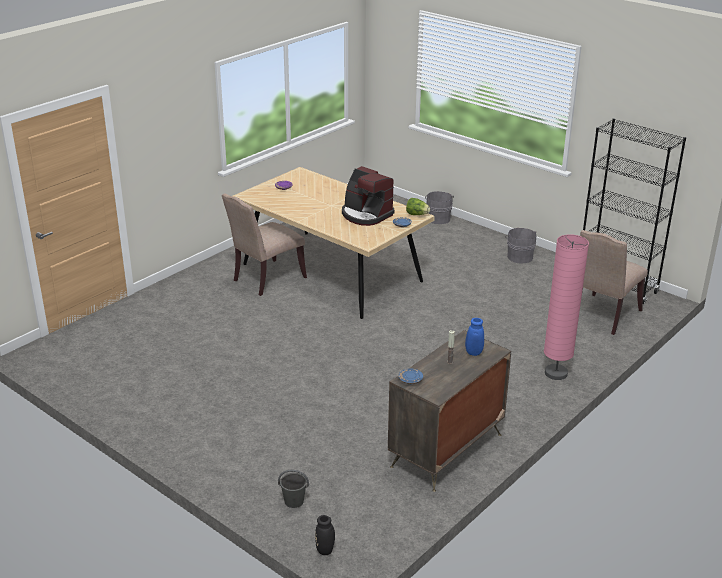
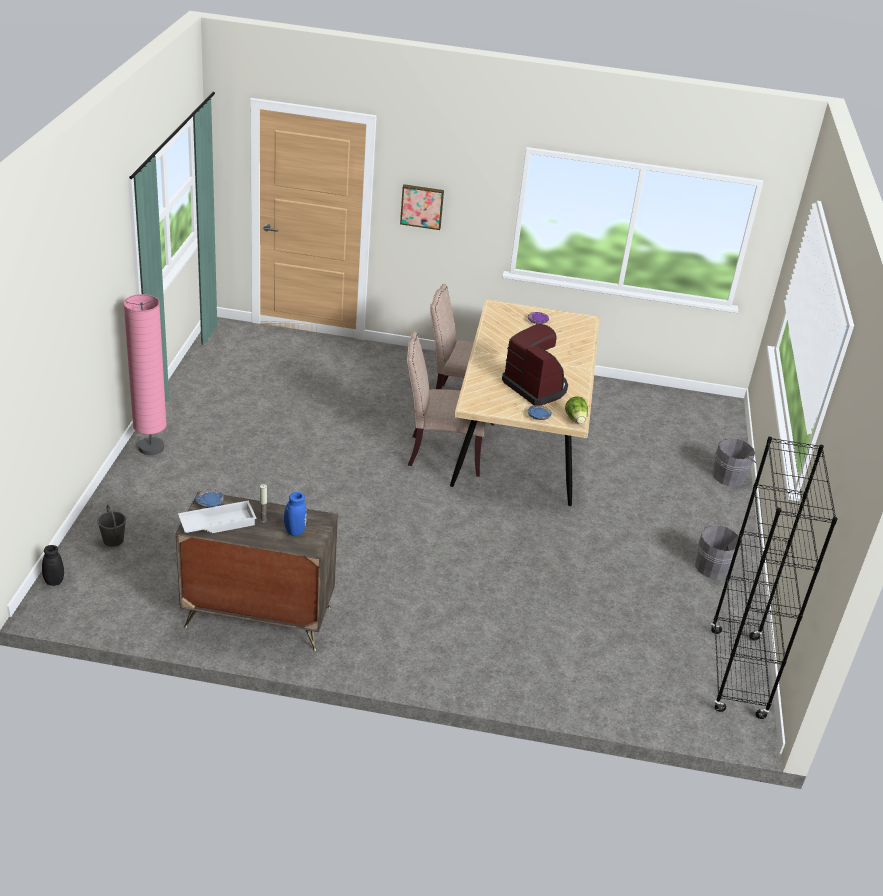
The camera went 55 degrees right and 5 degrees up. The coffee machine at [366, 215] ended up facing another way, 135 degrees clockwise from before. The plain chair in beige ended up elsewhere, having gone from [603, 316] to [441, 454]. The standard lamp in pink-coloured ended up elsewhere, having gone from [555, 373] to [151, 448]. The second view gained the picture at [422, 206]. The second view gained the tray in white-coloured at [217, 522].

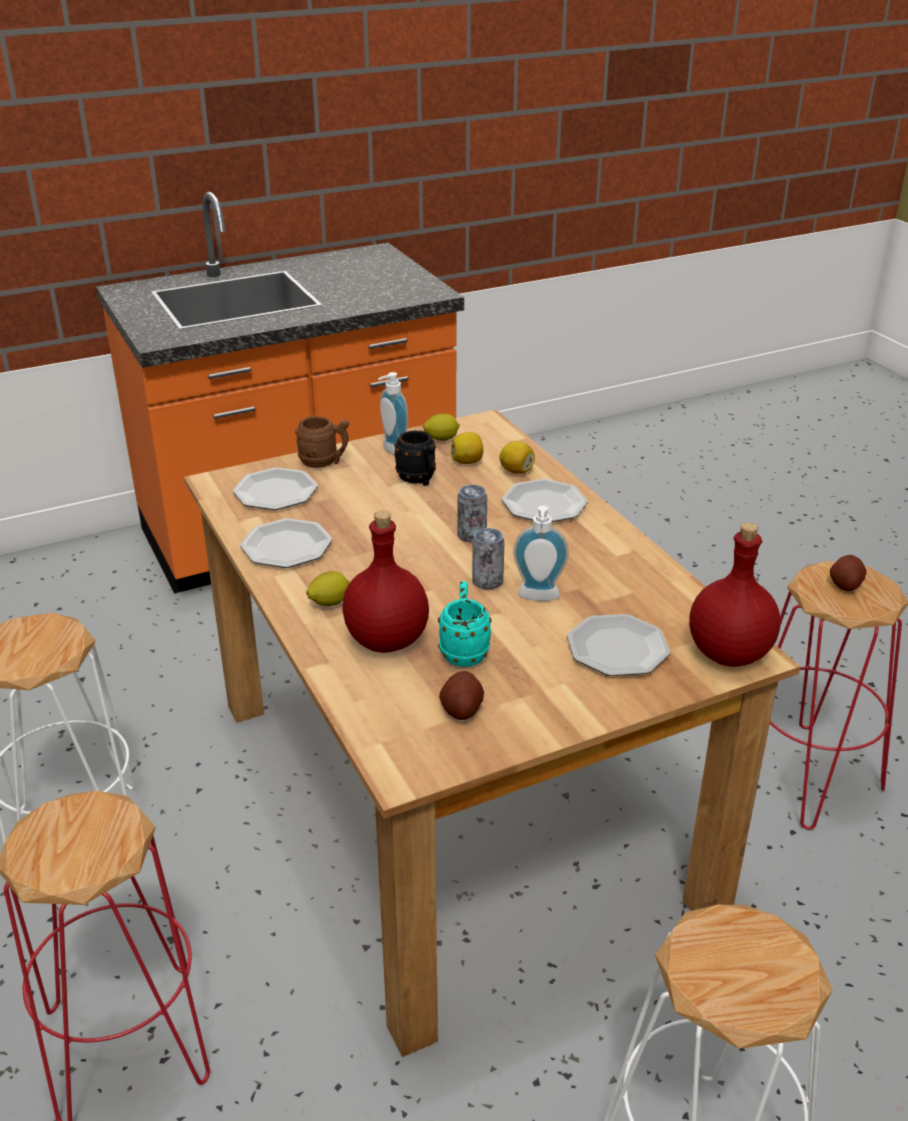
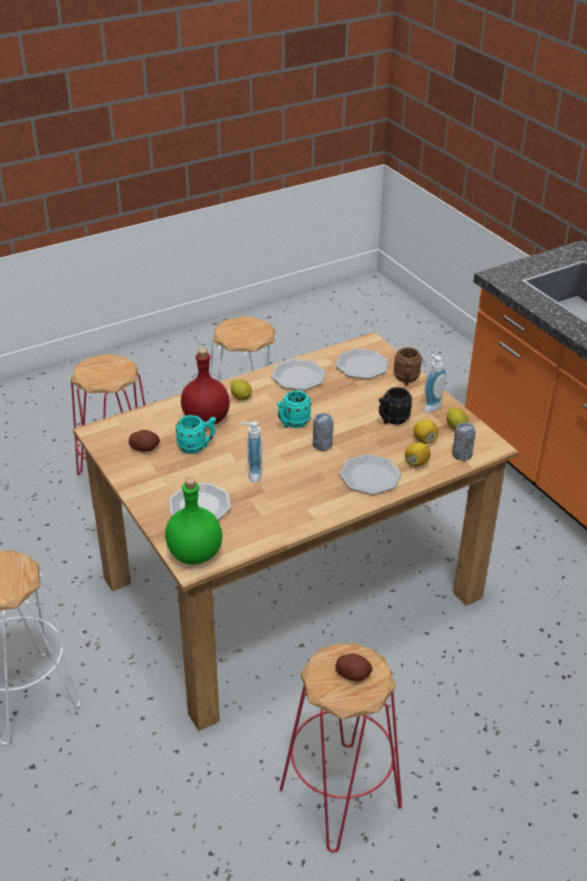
The camera went 85 degrees right and 5 degrees up. What was the drink bottle in red at [728, 653] turned into the drink bottle in green-coloured at [196, 554]. The metal can ended up elsewhere, having gone from [487, 581] to [462, 455]. The second view gained the tea mug in blue-green at [292, 424].

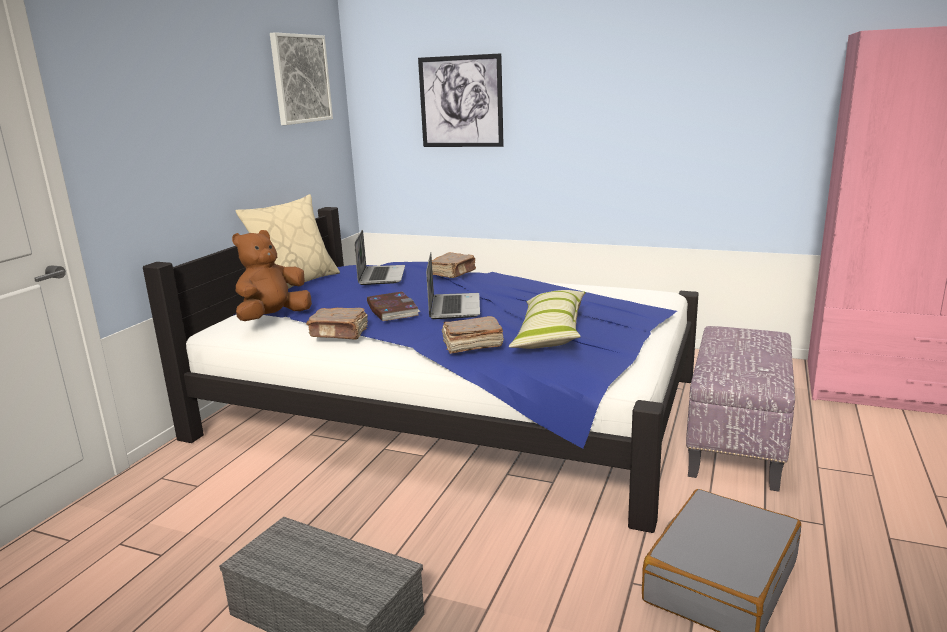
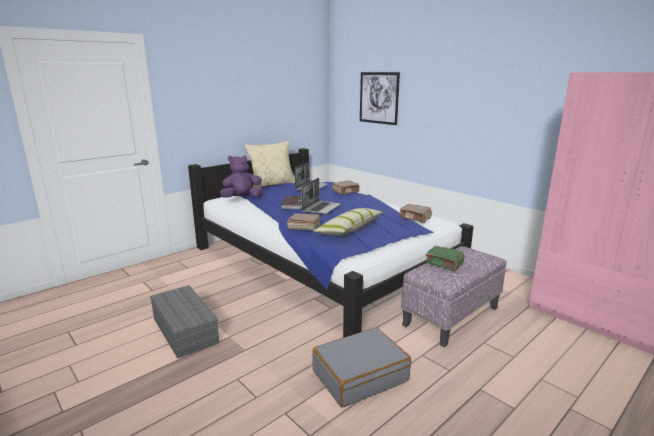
The camera went 25 degrees right and 0 degrees up. The second view lost the picture at [300, 79]. What was the plush toy in brown at [273, 318] turned into the plush toy in purplish at [242, 198]. The bound book in brown ended up elsewhere, having gone from [339, 333] to [415, 218]. The second view gained the bound book in green-coloured at [444, 264].

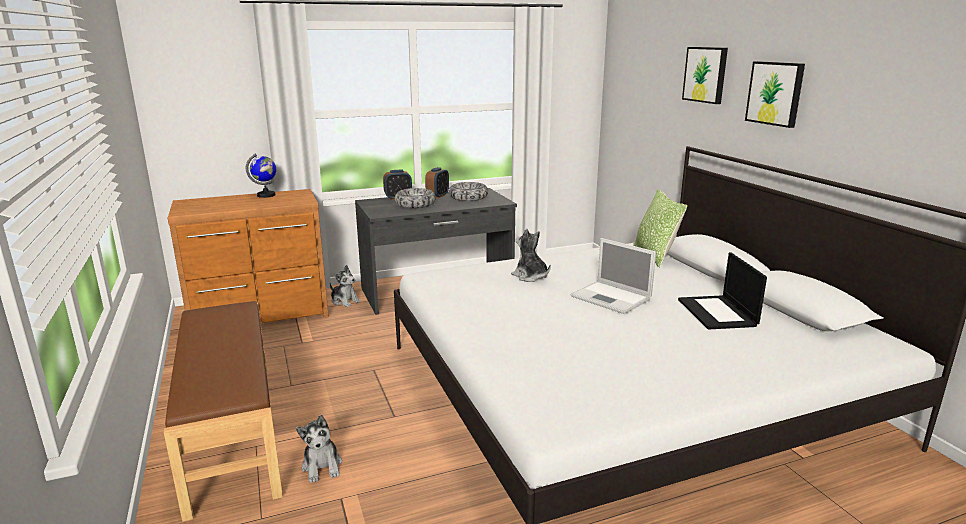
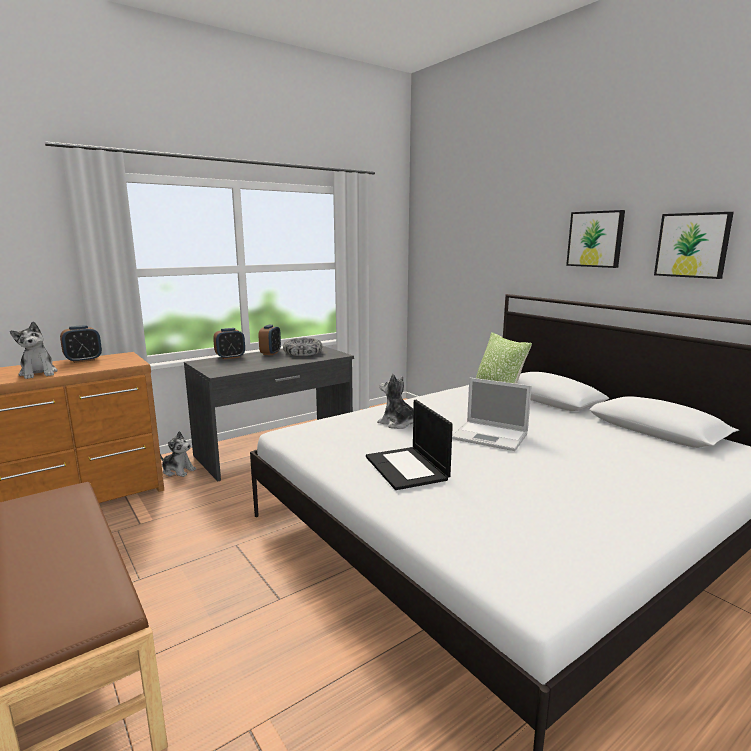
The camera went 15 degrees left and 5 degrees down. The picture ended up elsewhere, having gone from [706, 74] to [692, 245]. Where the desk globe stood at [266, 195], the alarm clock came to stand at [83, 360]. The second view lost the deep dish at [415, 204]. The notebook computer ended up elsewhere, having gone from [718, 313] to [407, 468]. The plush toy ended up elsewhere, having gone from [322, 466] to [38, 373].

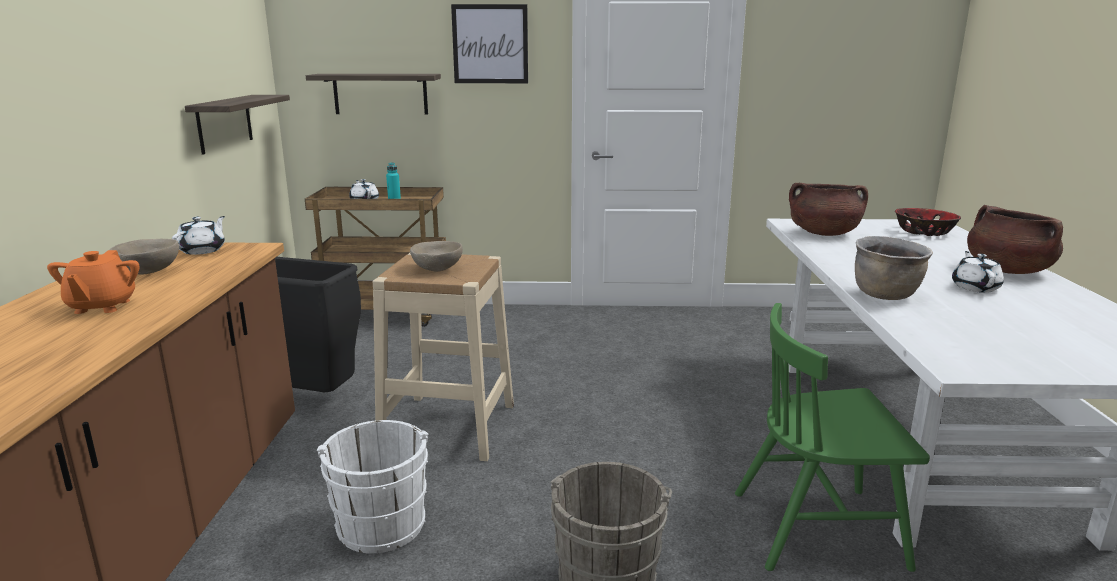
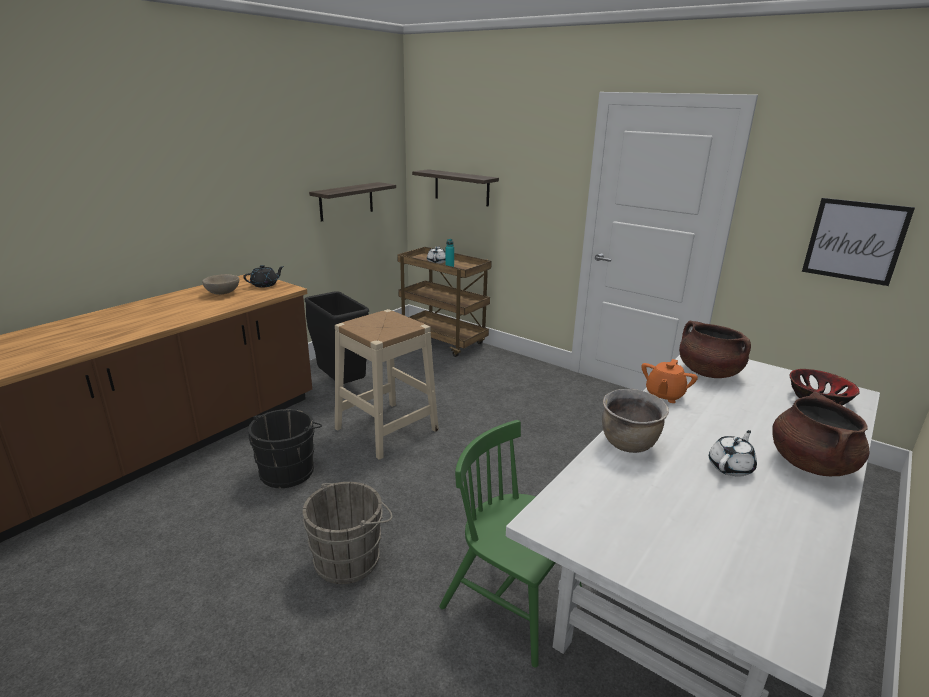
The camera went 35 degrees right and 5 degrees up. The picture ended up elsewhere, having gone from [490, 44] to [855, 241]. What was the tea pot in white-coloured at [203, 250] turned into the tea pot in blackish at [265, 285]. The second view lost the deep dish in beige at [437, 268]. The tea pot in orange-coloured ended up elsewhere, having gone from [102, 306] to [664, 395]. What was the pail in white-coloured at [381, 522] turned into the pail in blackish at [289, 470].

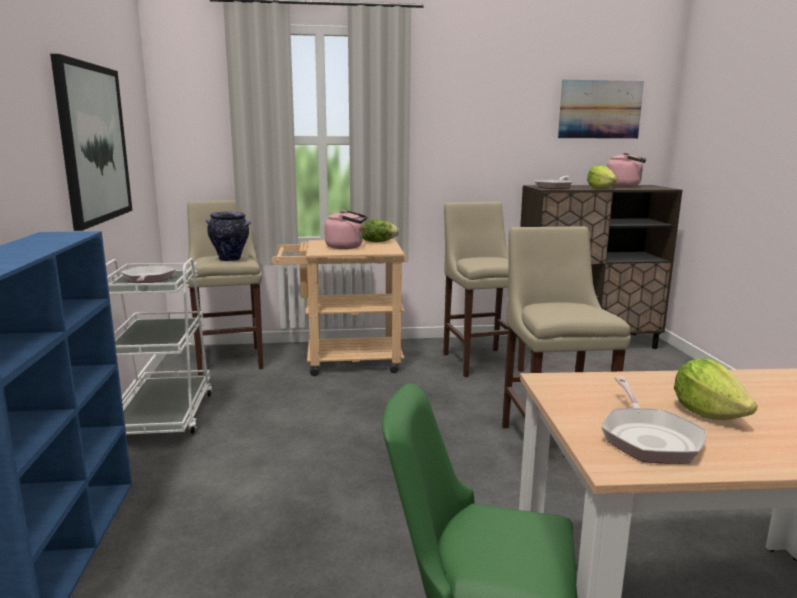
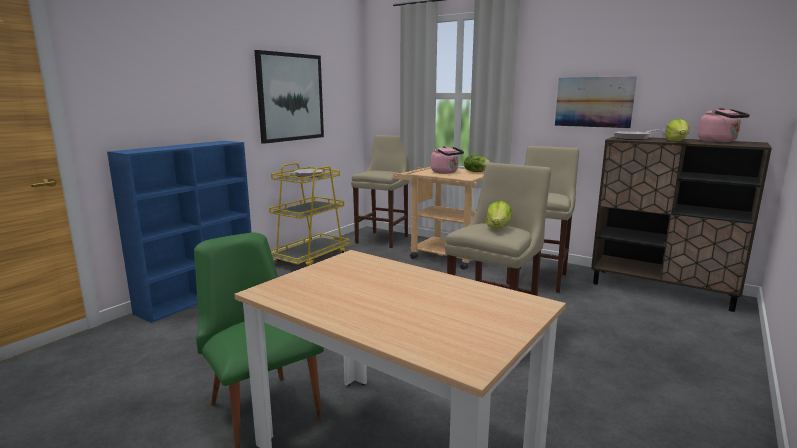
The camera went 40 degrees right and 0 degrees up. The picture ended up elsewhere, having gone from [600, 109] to [593, 102]. The second view lost the flower vase at [230, 259]. What was the trolley in white-coloured at [164, 416] turned into the trolley in yellowish at [310, 258]. The lettuce head ended up elsewhere, having gone from [707, 413] to [498, 228]. The second view lost the skillet at [648, 438].

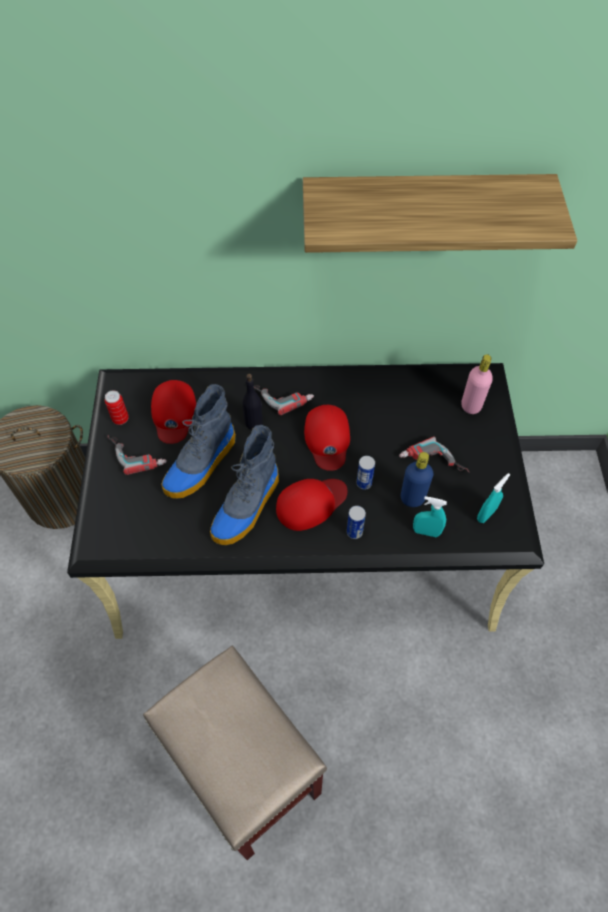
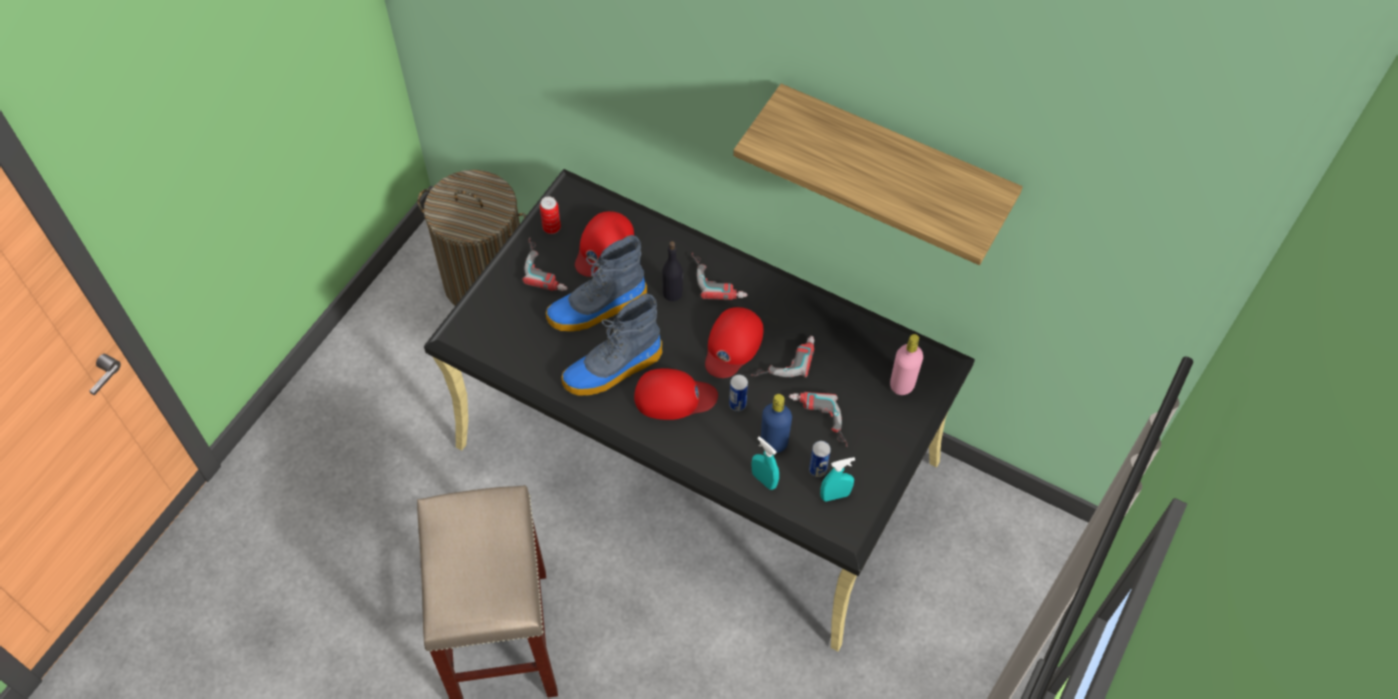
The camera went 30 degrees right and 0 degrees up. The metal can ended up elsewhere, having gone from [354, 532] to [817, 470]. The second view gained the power drill at [783, 359].

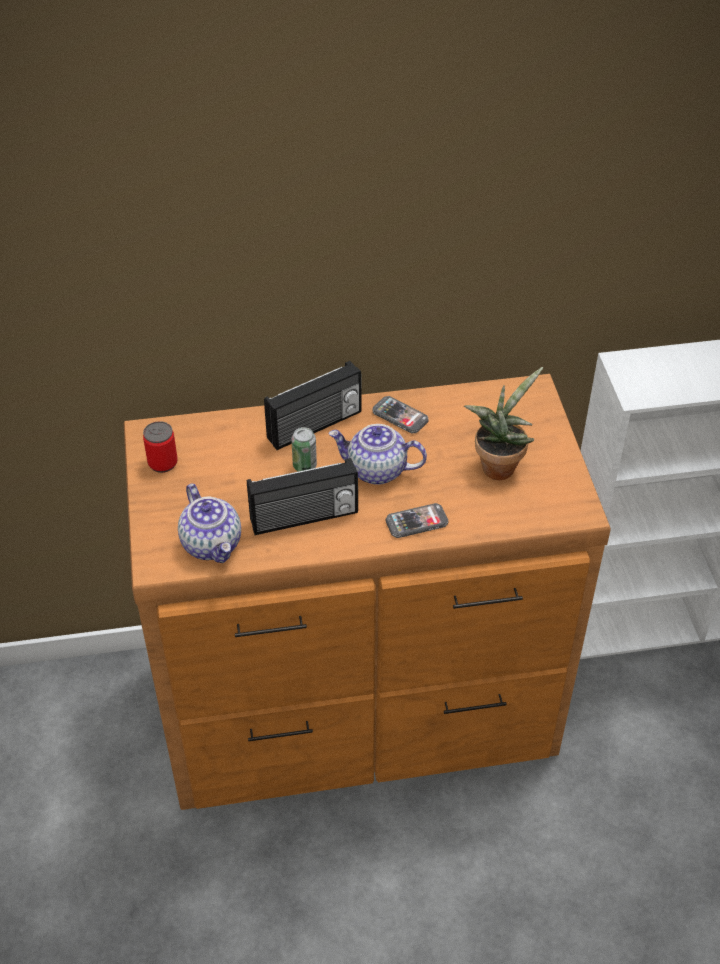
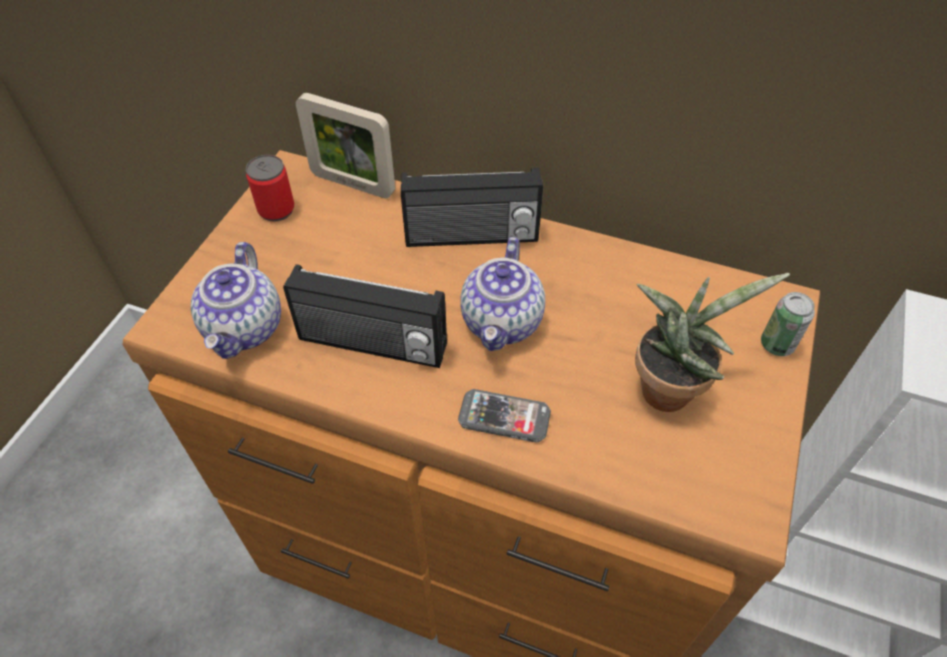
The camera went 30 degrees right and 5 degrees up. The second view lost the telephone at [400, 416]. The tea pot at [376, 470] ended up facing another way, 120 degrees counterclockwise from before. The metal can ended up elsewhere, having gone from [304, 466] to [777, 344]. The second view gained the picture frame at [352, 184].

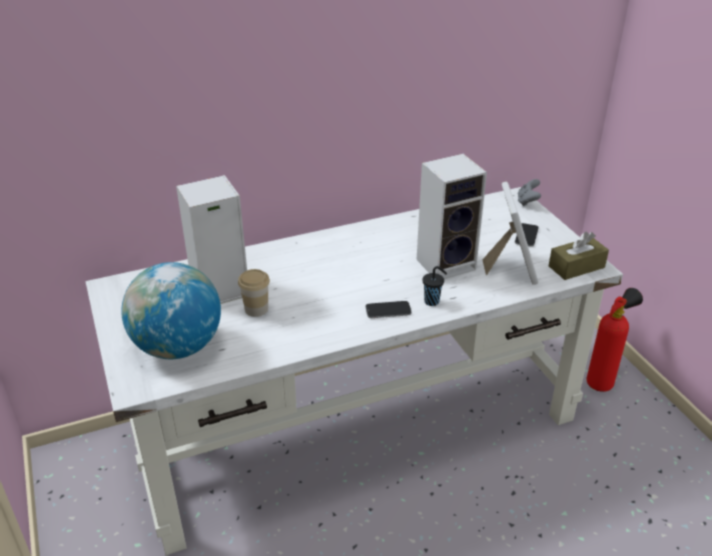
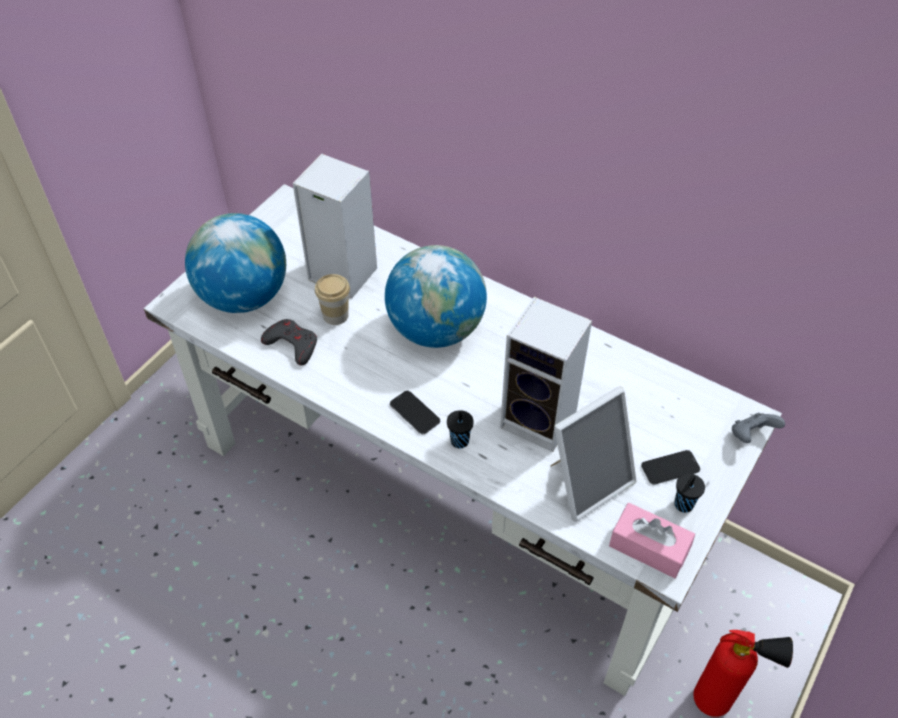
The camera went 55 degrees right and 15 degrees up. What was the tissue box in brown at [576, 267] turned into the tissue box in pink-coloured at [649, 547]. The second view gained the desk globe at [436, 329]. The second view gained the gamepad in grey at [292, 344]. The second view gained the cup in blackish at [683, 505].

